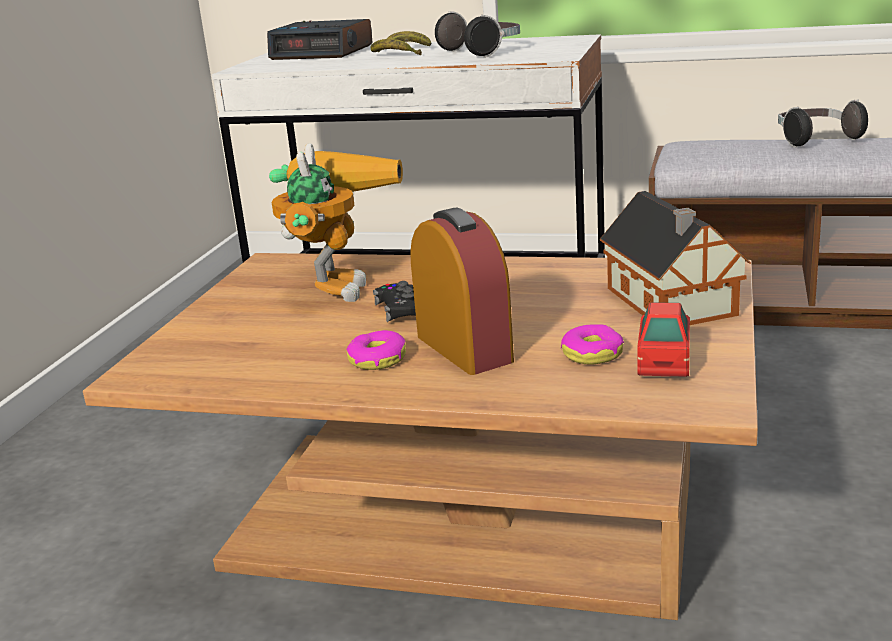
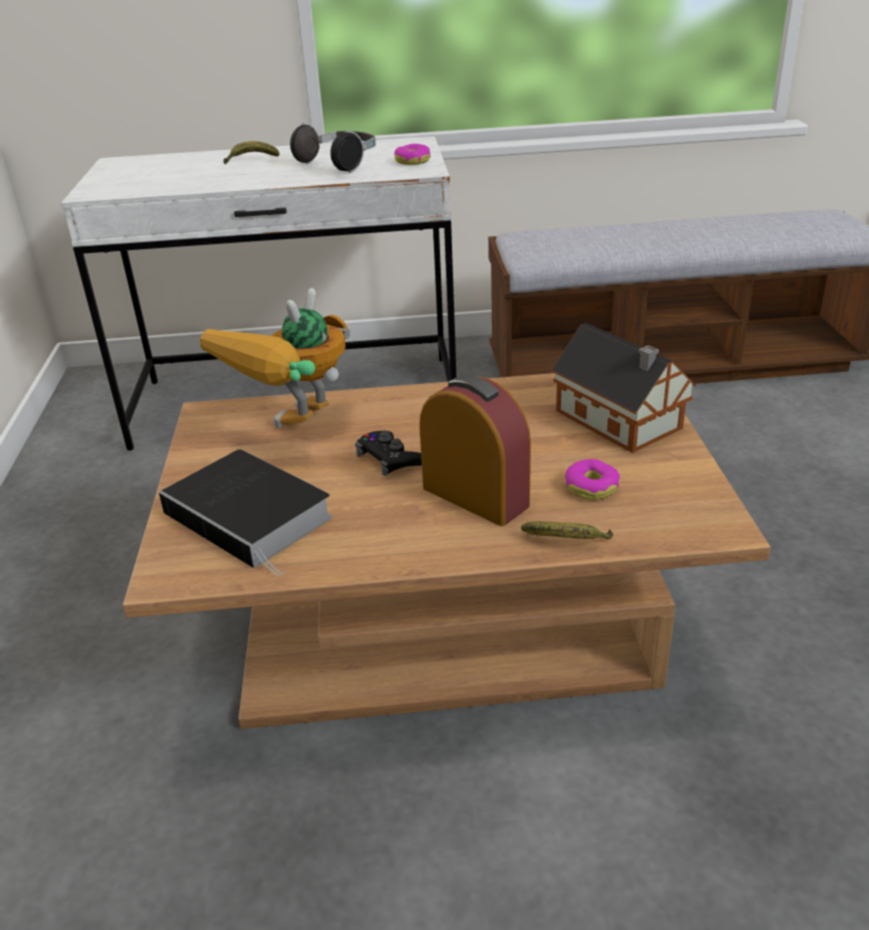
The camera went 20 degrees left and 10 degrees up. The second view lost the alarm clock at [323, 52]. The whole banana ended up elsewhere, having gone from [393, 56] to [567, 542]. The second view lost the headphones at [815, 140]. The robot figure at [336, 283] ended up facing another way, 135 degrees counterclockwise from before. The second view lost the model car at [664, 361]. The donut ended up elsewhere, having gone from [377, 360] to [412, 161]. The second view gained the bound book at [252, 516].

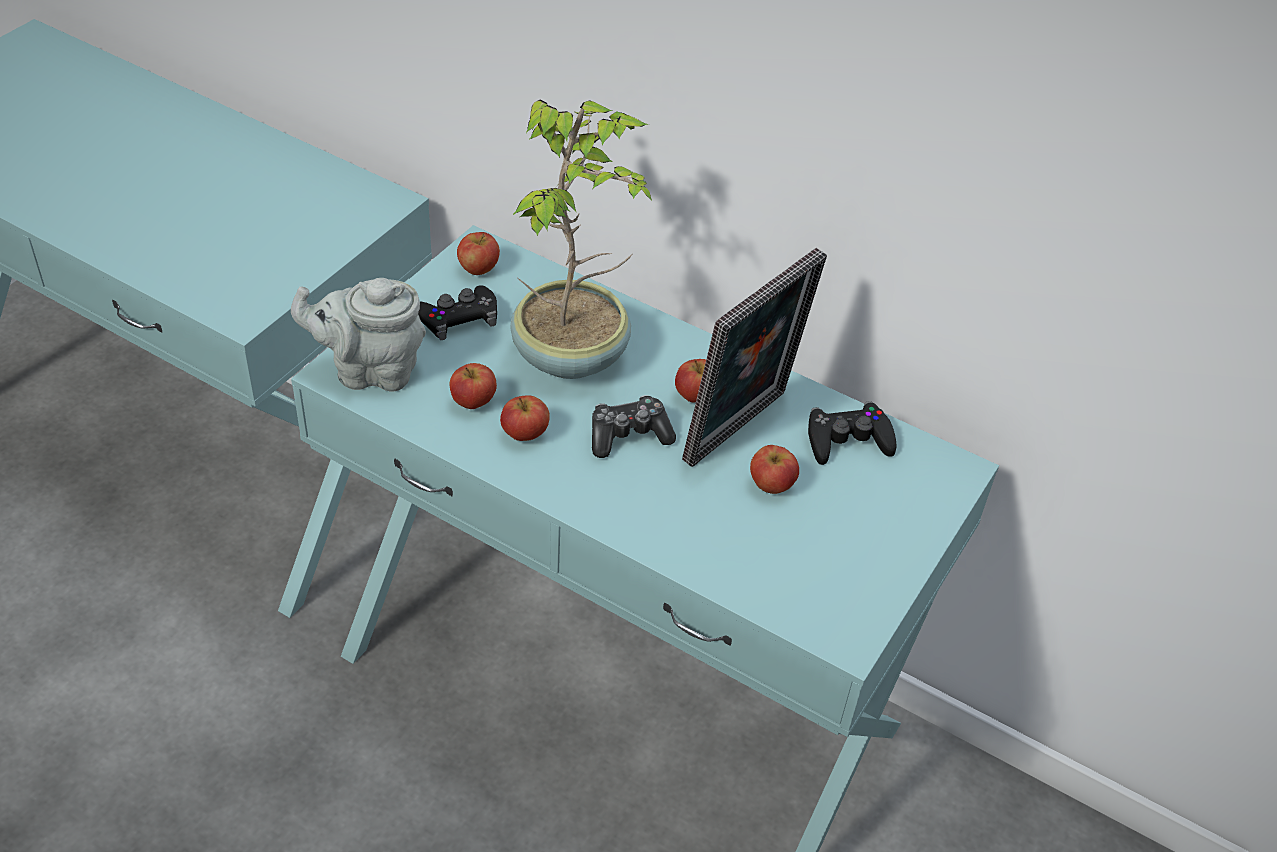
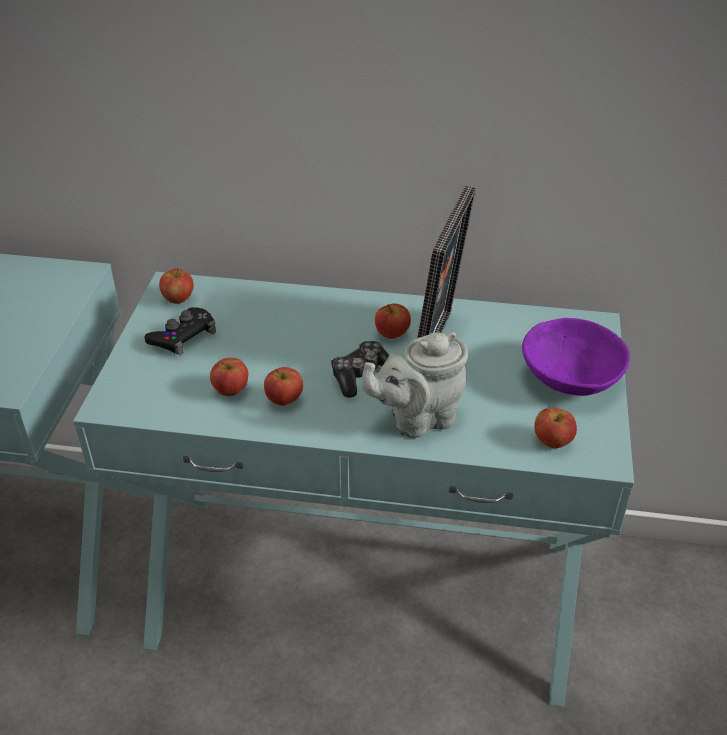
The camera went 20 degrees left and 5 degrees down. The second view lost the plant in a pot at [573, 355]. The tea pot in grey ended up elsewhere, having gone from [370, 370] to [417, 419]. The second view lost the gamepad in blackish at [847, 440]. The apple fruit ended up elsewhere, having gone from [771, 484] to [552, 441]. The second view gained the deep dish in purplish at [568, 378].

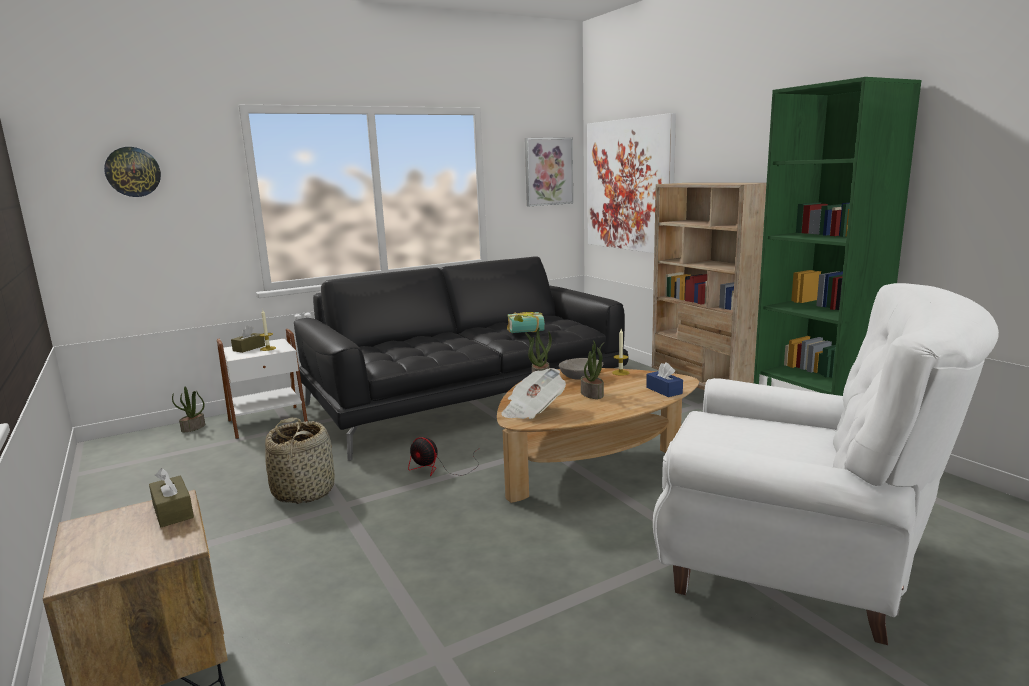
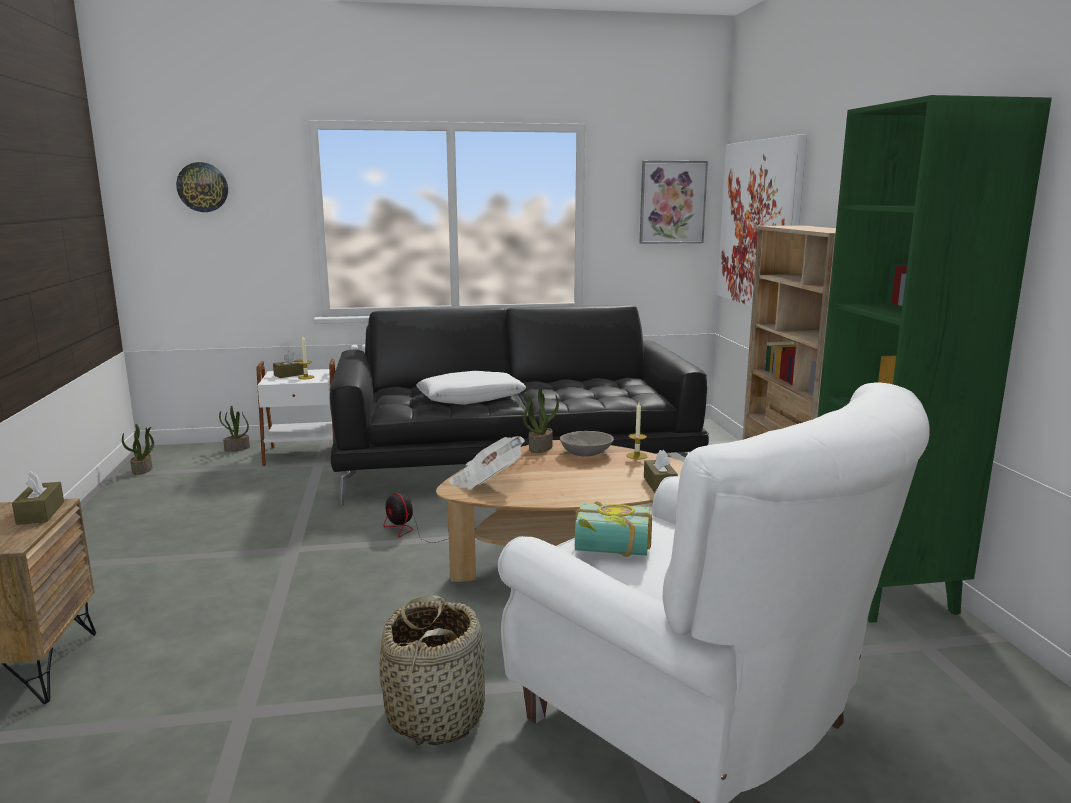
The camera went 20 degrees right and 0 degrees up. The bound book ended up elsewhere, having gone from [526, 332] to [611, 551]. The plant in a pot ended up elsewhere, having gone from [592, 394] to [142, 470]. What was the tissue box in blue-coloured at [664, 390] turned into the tissue box in brown at [659, 484]. The storage basket ended up elsewhere, having gone from [304, 491] to [436, 714]. The second view gained the throw pillow in white-coloured at [471, 398].

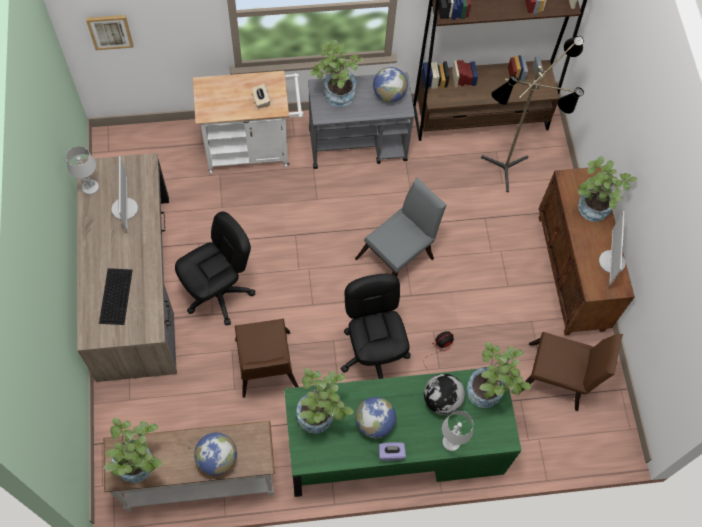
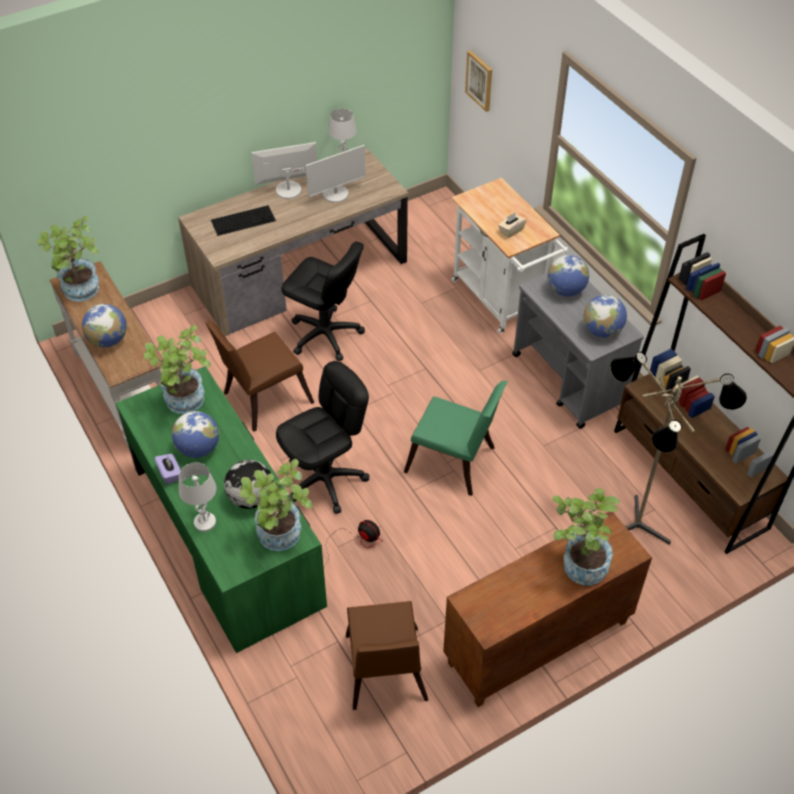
The camera went 70 degrees right and 15 degrees down. Where the plant in a pot stood at [336, 97], the desk globe came to stand at [566, 290]. What was the plain chair in grey at [399, 256] turned into the plain chair in green-coloured at [455, 463]. The computer display ended up elsewhere, having gone from [611, 262] to [288, 190].

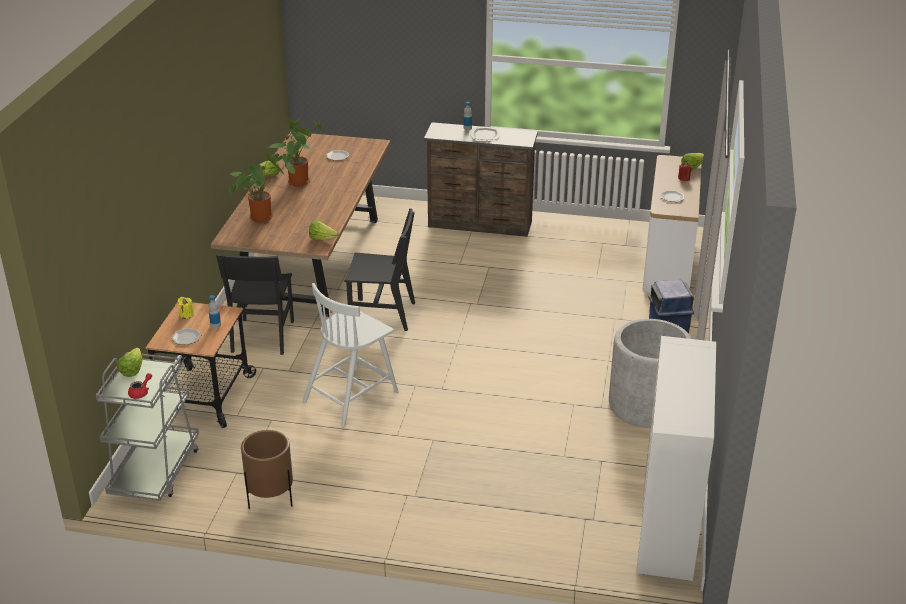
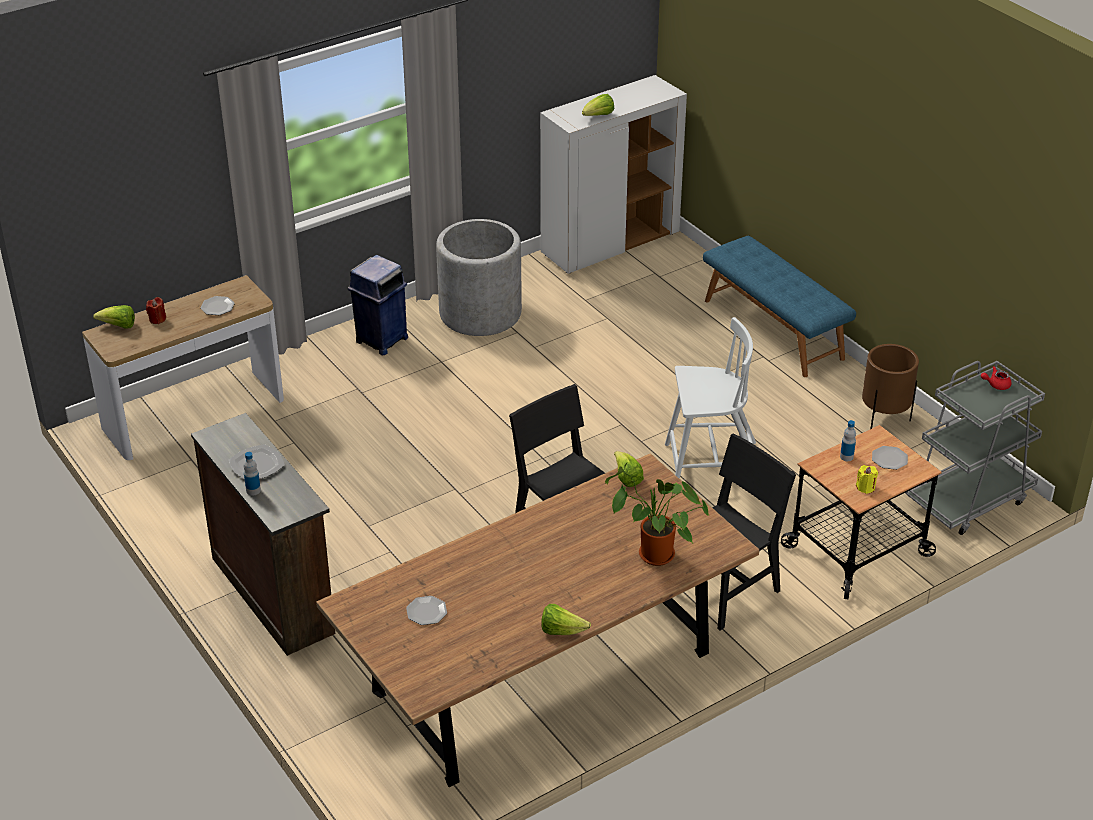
The camera went 135 degrees left and 5 degrees up. The second view lost the plant in a pot at [298, 181]. The lettuce head ended up elsewhere, having gone from [132, 370] to [598, 116]. The second view gained the bench in blue-coloured at [774, 329].

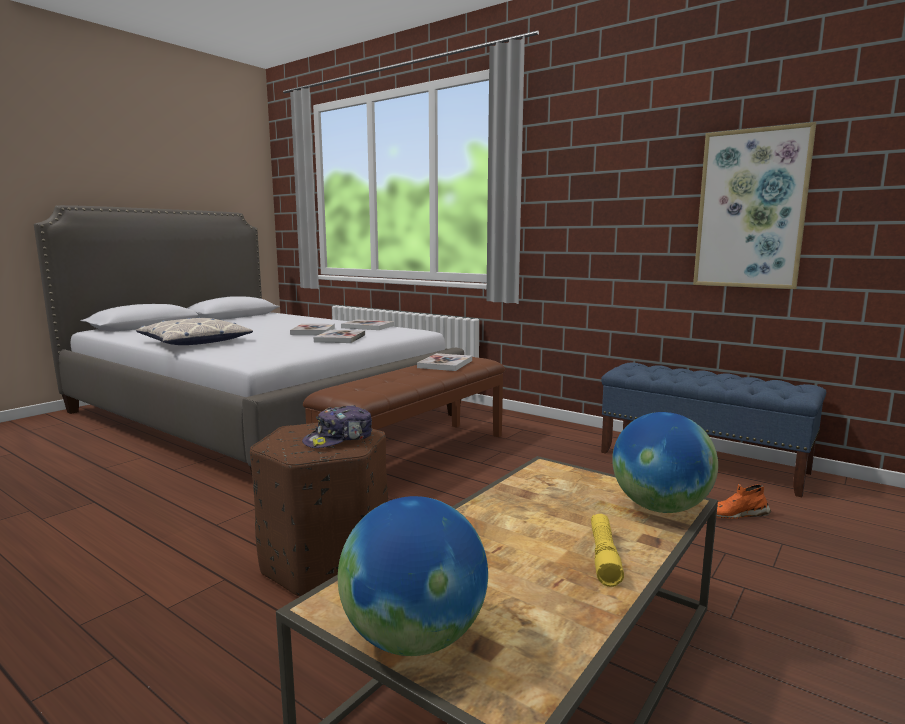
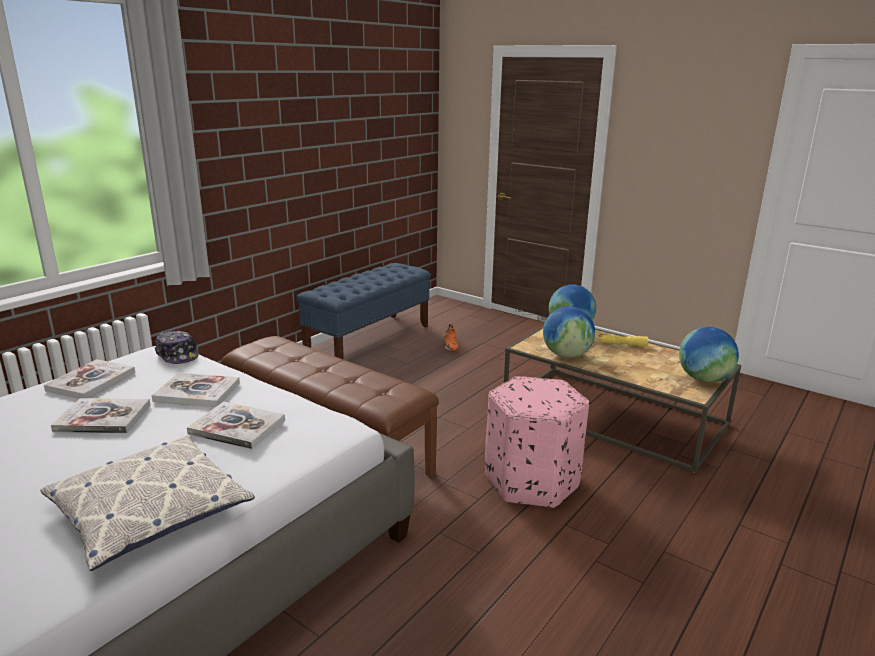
The camera went 90 degrees left and 10 degrees up. The second view lost the picture at [751, 209]. The bound book ended up elsewhere, having gone from [445, 364] to [237, 427]. The peaked cap ended up elsewhere, having gone from [339, 439] to [178, 355]. What was the footrest in brown at [326, 562] turned into the footrest in pink-coloured at [532, 481]. The second view gained the desk globe at [566, 355].

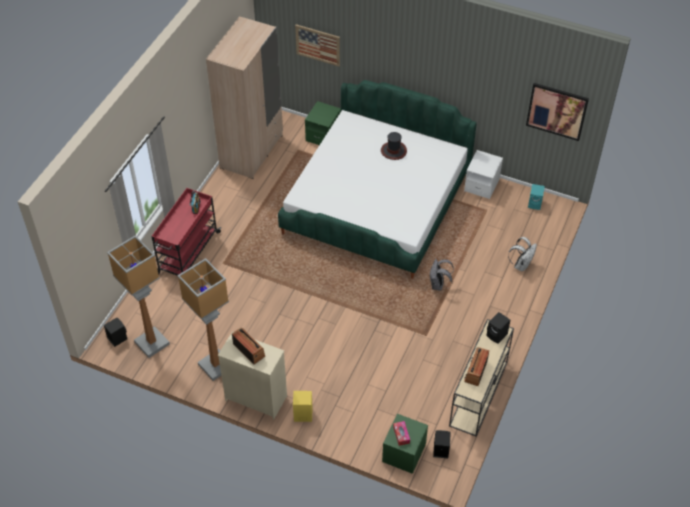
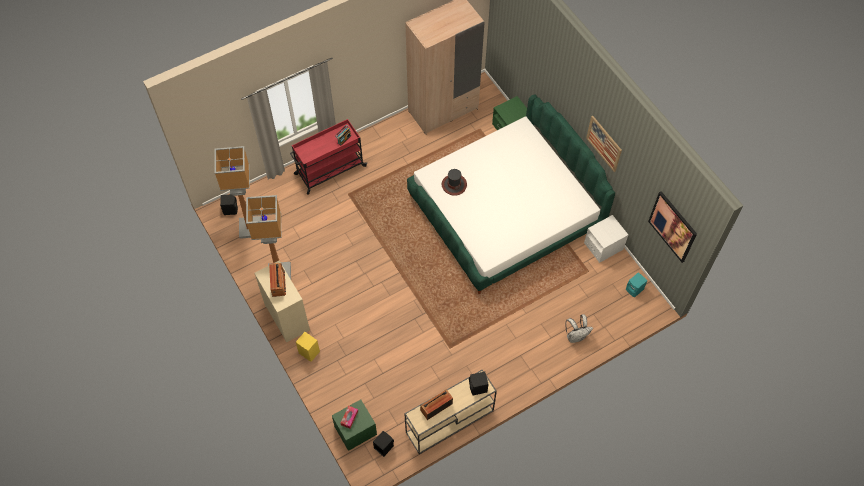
The camera went 35 degrees right and 10 degrees up. The picture ended up elsewhere, having gone from [318, 45] to [604, 143]. The hat ended up elsewhere, having gone from [393, 151] to [454, 184]. The second view lost the rucksack in grey at [438, 285].

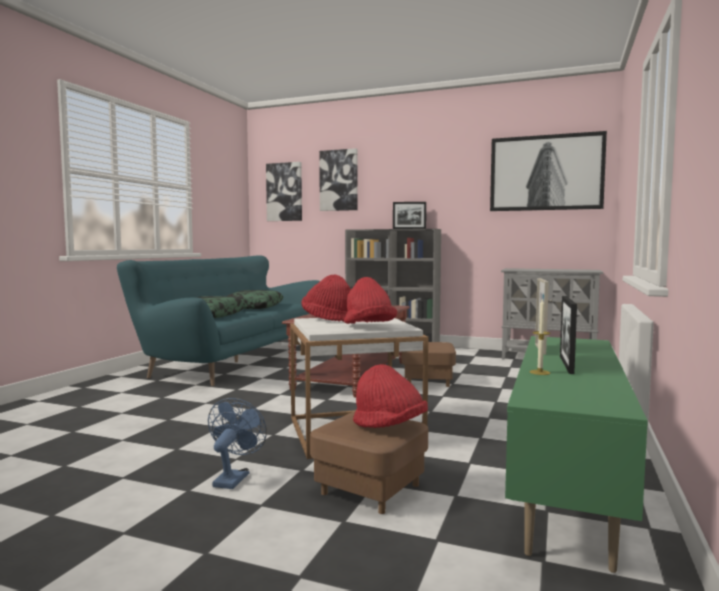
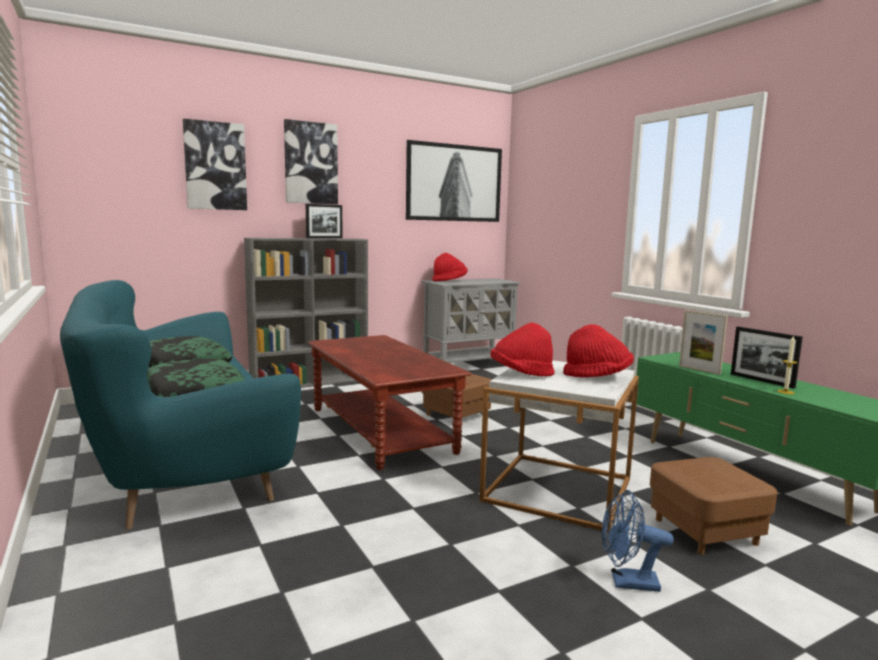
The camera went 50 degrees left and 5 degrees up. The picture ended up elsewhere, having gone from [284, 192] to [310, 163]. The hat in red ended up elsewhere, having gone from [389, 427] to [449, 281]. The cooling fan in blue-coloured at [233, 478] ended up facing another way, 45 degrees counterclockwise from before.

